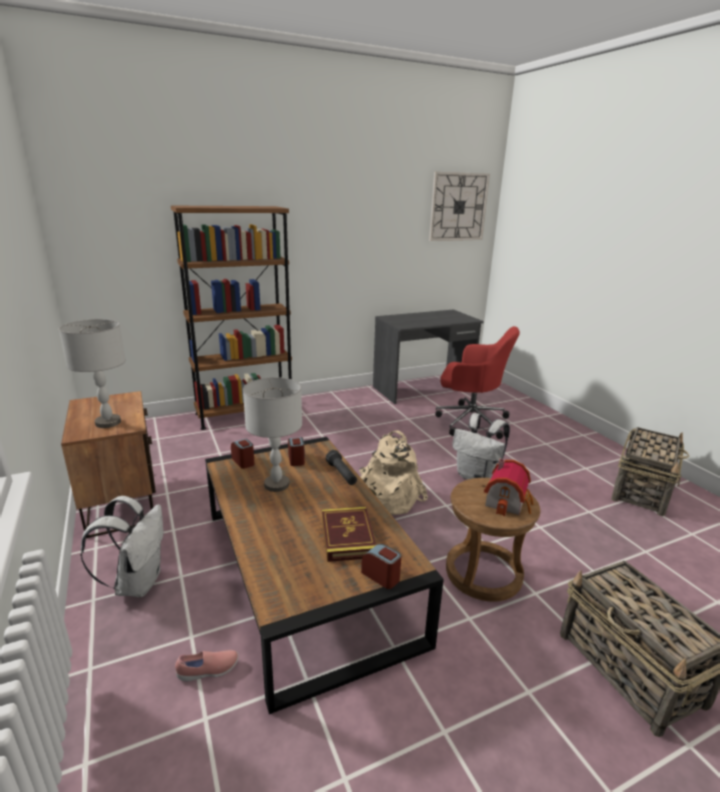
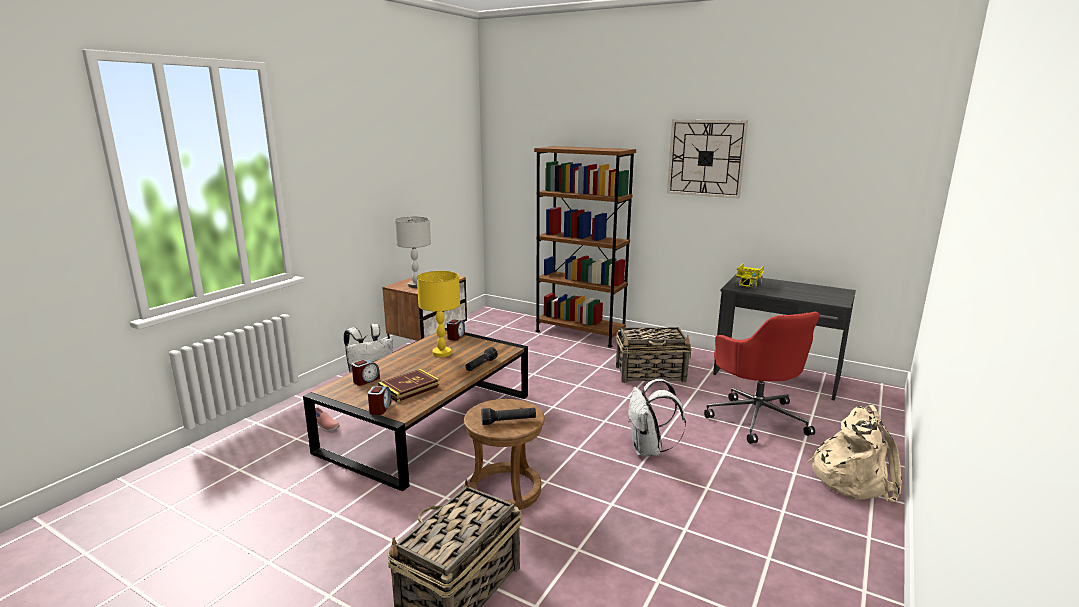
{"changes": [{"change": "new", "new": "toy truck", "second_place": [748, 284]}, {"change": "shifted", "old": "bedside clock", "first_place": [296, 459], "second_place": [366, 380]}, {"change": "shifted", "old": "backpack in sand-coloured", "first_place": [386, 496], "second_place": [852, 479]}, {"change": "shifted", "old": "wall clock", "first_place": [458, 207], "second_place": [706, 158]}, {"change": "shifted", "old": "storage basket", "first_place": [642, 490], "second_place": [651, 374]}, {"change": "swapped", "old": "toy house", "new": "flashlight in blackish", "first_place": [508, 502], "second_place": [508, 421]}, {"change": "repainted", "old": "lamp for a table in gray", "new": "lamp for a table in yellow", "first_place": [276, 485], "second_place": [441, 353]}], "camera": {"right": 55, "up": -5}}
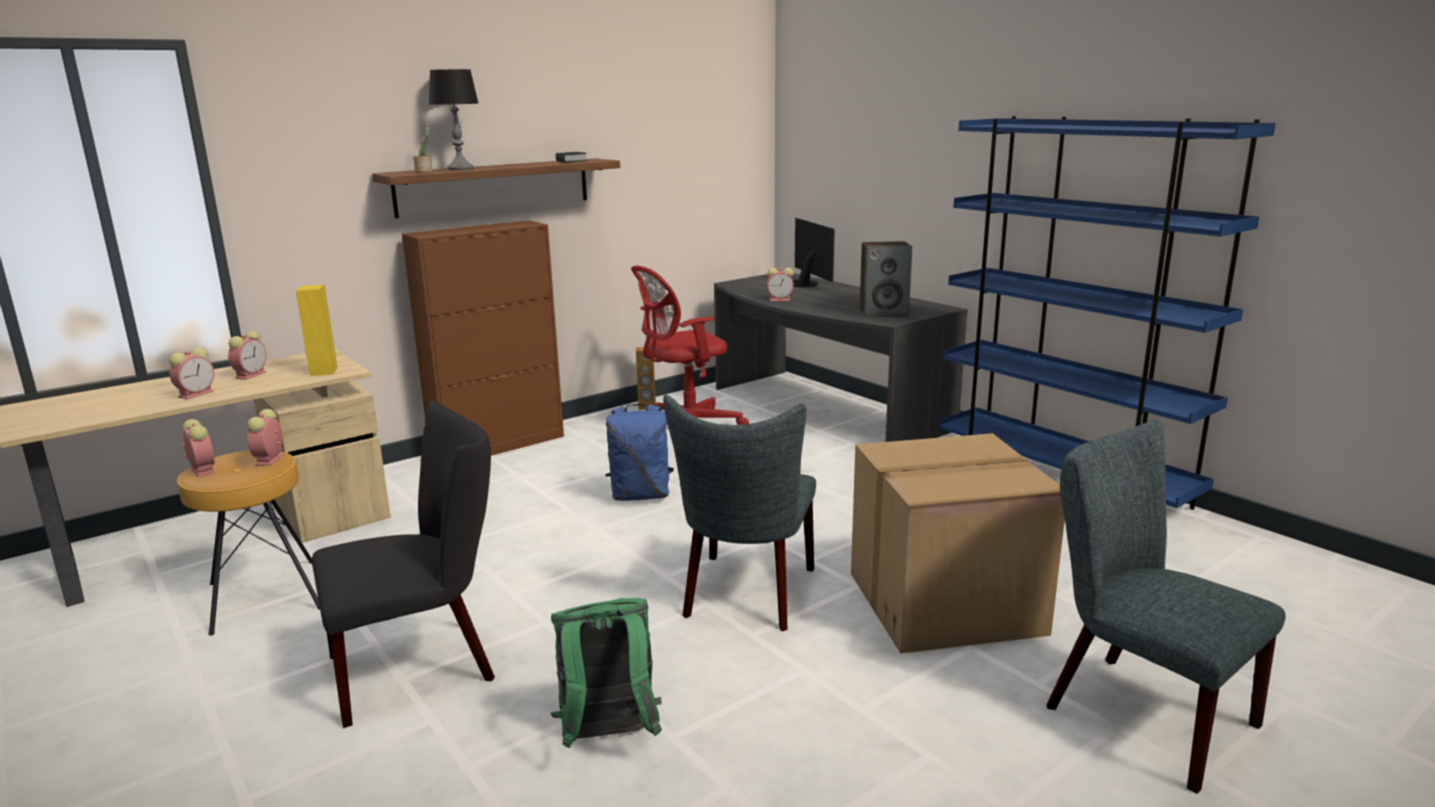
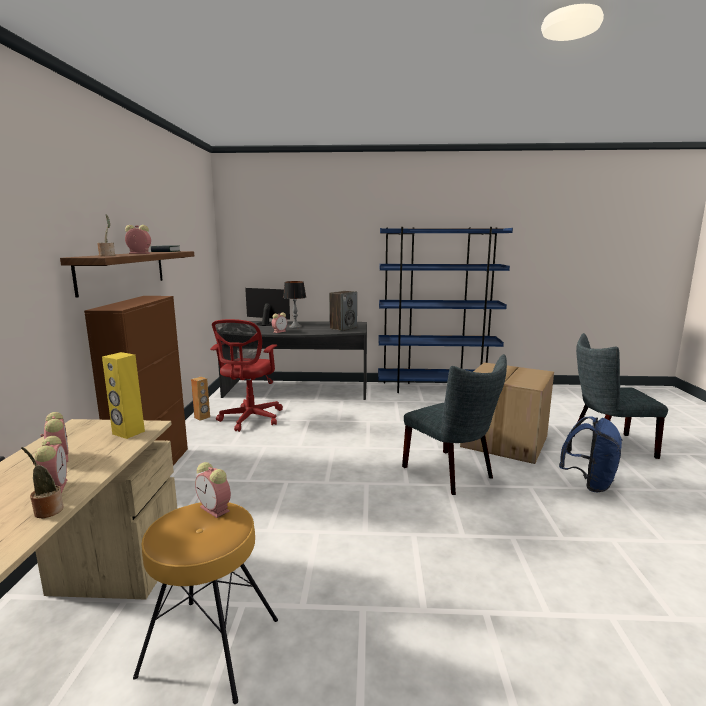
{"changes": [{"change": "gone", "old": "plain chair in blackish", "first_place": [423, 665]}, {"change": "gone", "old": "backpack in green", "first_place": [608, 737]}, {"change": "new", "new": "plant in a pot", "second_place": [47, 511]}, {"change": "shifted", "old": "bedside clock", "first_place": [202, 470], "second_place": [138, 253]}, {"change": "shifted", "old": "lamp for a table", "first_place": [460, 168], "second_place": [295, 327]}, {"change": "shifted", "old": "backpack in blue-coloured", "first_place": [641, 495], "second_place": [589, 483]}], "camera": {"right": -50, "up": -5}}
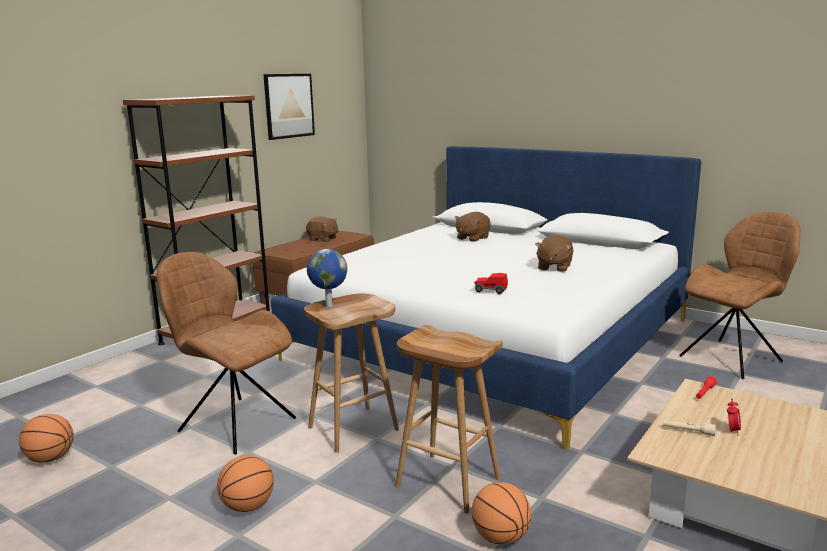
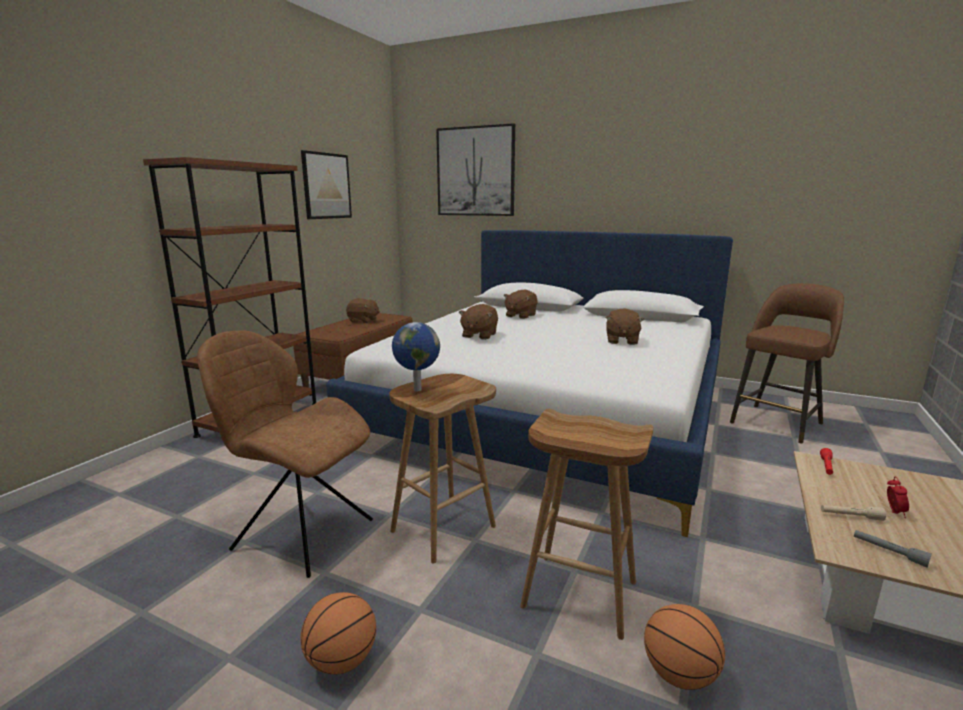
{"changes": [{"change": "gone", "old": "ball for basketball", "first_place": [50, 459]}, {"change": "gone", "old": "toy car", "first_place": [490, 290]}, {"change": "new", "new": "wall art", "second_place": [475, 171]}, {"change": "new", "new": "cuddly toy in brown", "second_place": [479, 335]}, {"change": "new", "new": "flashlight in gray", "second_place": [889, 552]}, {"change": "swapped", "old": "plain chair in brown", "new": "sitting stool in brown", "first_place": [732, 358], "second_place": [777, 422]}], "camera": {"right": -10, "up": 0}}
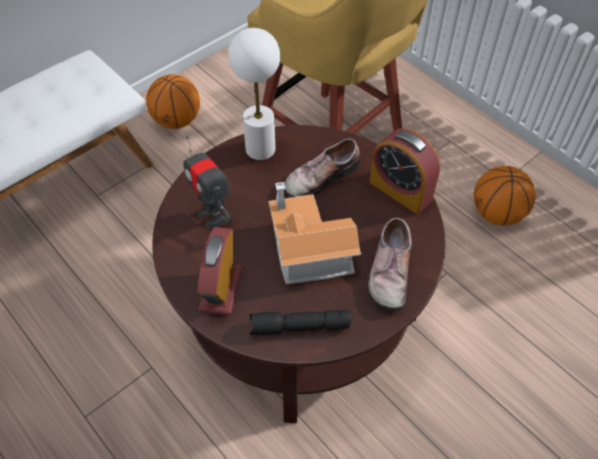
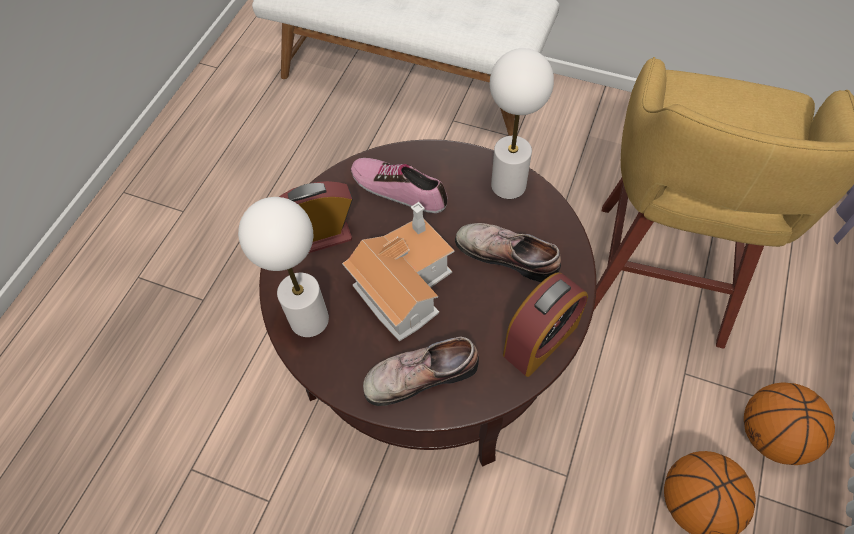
{"changes": [{"change": "shifted", "old": "ball for basketball", "first_place": [177, 121], "second_place": [771, 435]}, {"change": "swapped", "old": "robot figure", "new": "item of footwear", "first_place": [213, 216], "second_place": [399, 189]}, {"change": "swapped", "old": "flashlight in blackish", "new": "lamp for a table in white-coloured", "first_place": [299, 327], "second_place": [309, 320]}, {"change": "rotated", "old": "bedside clock", "first_place": [400, 190], "second_place": [540, 340], "degrees": -150}], "camera": {"right": 65, "up": 5}}
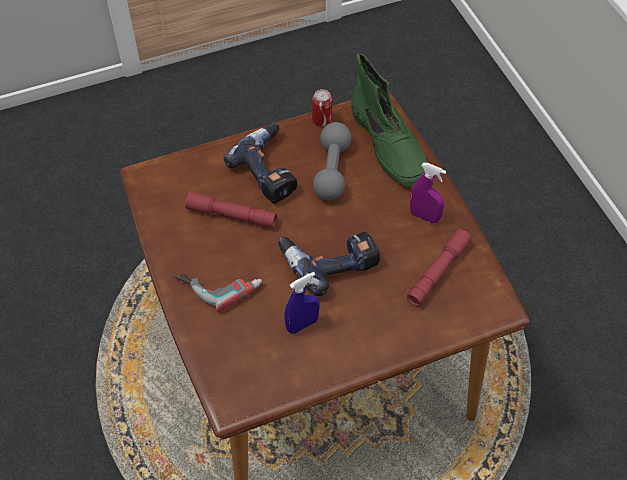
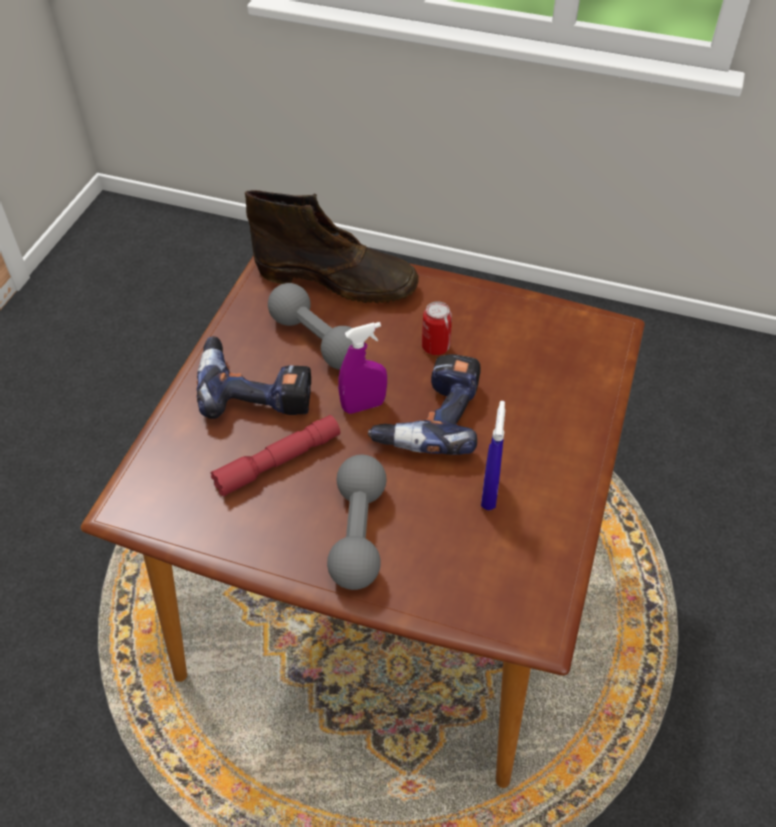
{"changes": [{"change": "gone", "old": "flashlight in red", "first_place": [437, 272]}, {"change": "shifted", "old": "can", "first_place": [321, 120], "second_place": [435, 347]}, {"change": "shifted", "old": "spray bottle in purplish", "first_place": [424, 216], "second_place": [363, 406]}, {"change": "swapped", "old": "electric drill", "new": "dumbbell in gray", "first_place": [219, 282], "second_place": [358, 533]}, {"change": "repainted", "old": "tall boot in green", "new": "tall boot in brown", "first_place": [389, 146], "second_place": [338, 280]}], "camera": {"right": -50, "up": -5}}
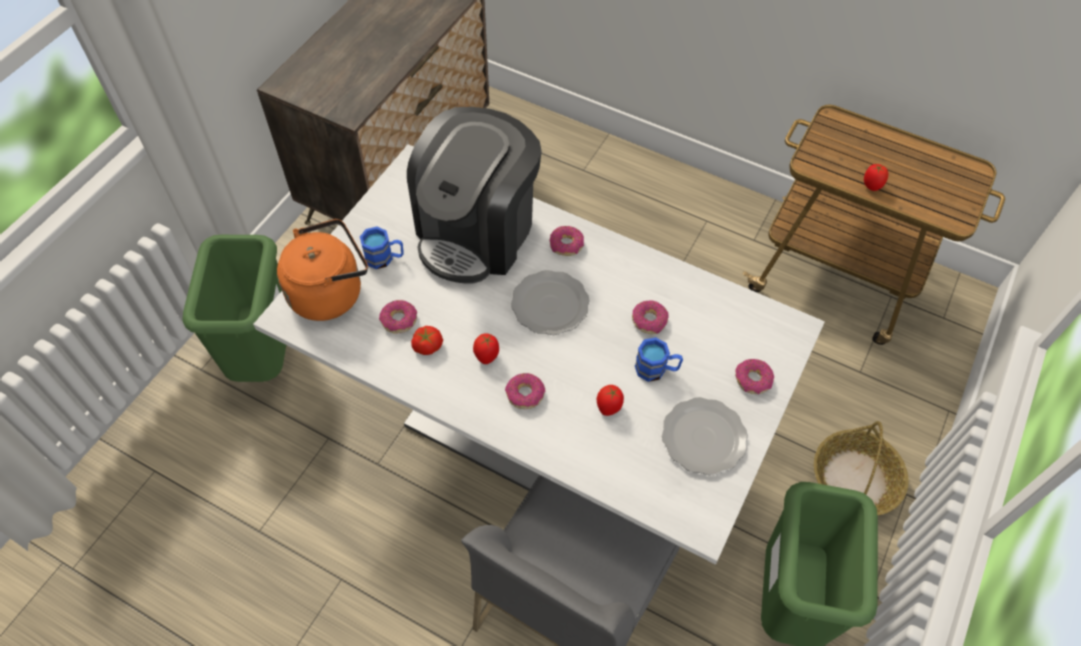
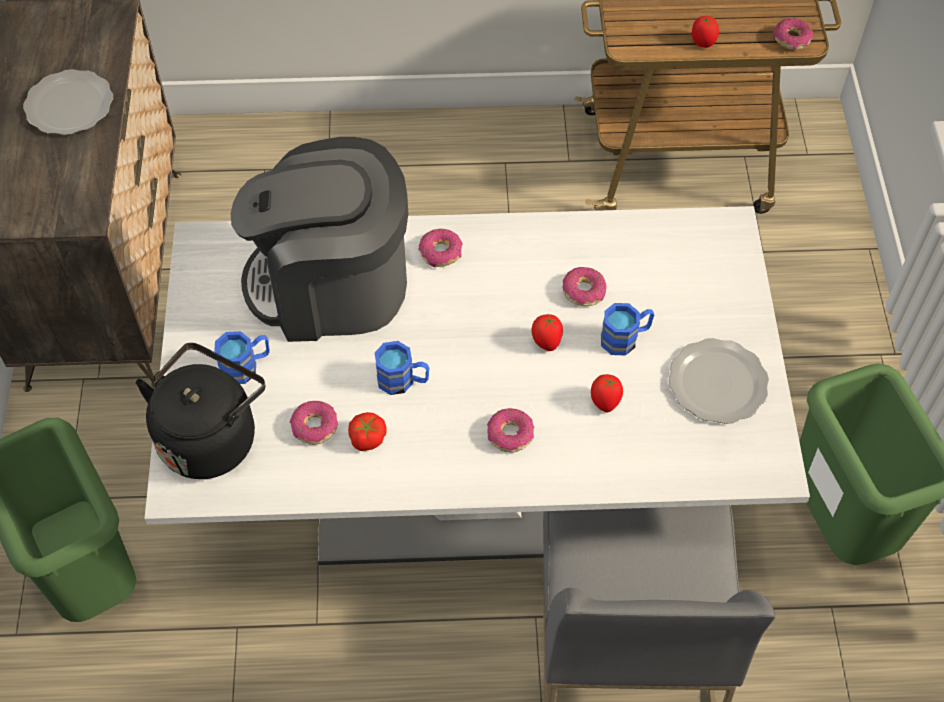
{"changes": [{"change": "gone", "old": "storage basket", "first_place": [855, 480]}, {"change": "new", "new": "mug in blue-coloured", "second_place": [403, 380]}, {"change": "shifted", "old": "whole tomato", "first_place": [487, 356], "second_place": [546, 342]}, {"change": "shifted", "old": "flat dish", "first_place": [550, 305], "second_place": [70, 106]}, {"change": "shifted", "old": "donut", "first_place": [752, 380], "second_place": [792, 39]}, {"change": "repainted", "old": "water kettle in orangey", "new": "water kettle in blackish", "first_place": [330, 292], "second_place": [211, 436]}, {"change": "rotated", "old": "coffee machine", "first_place": [477, 232], "second_place": [331, 285], "degrees": 90}], "camera": {"right": -30, "up": 0}}
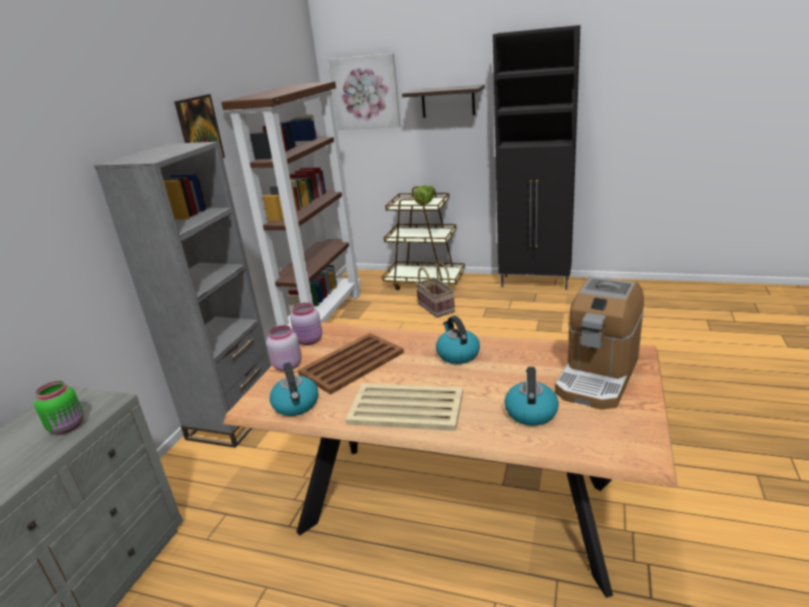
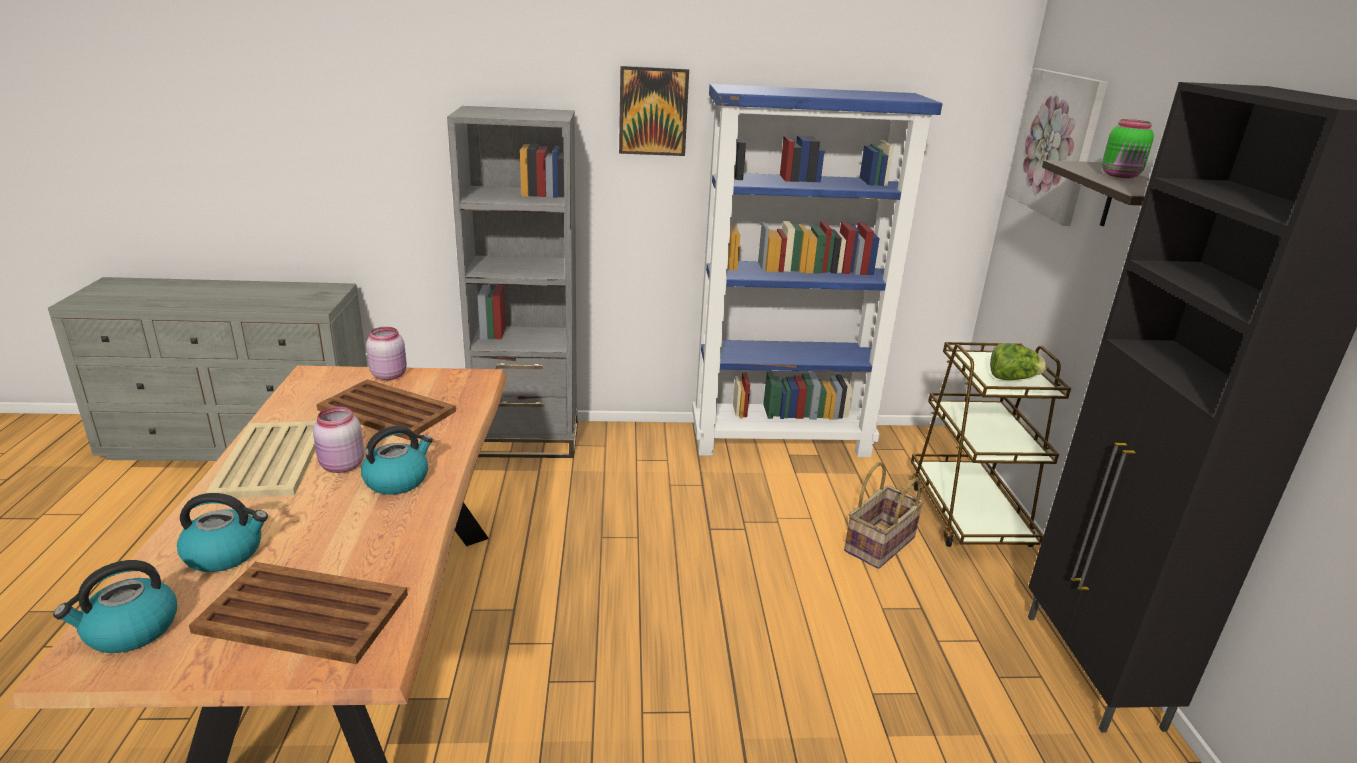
{"changes": [{"change": "shifted", "old": "storage jar in green", "first_place": [68, 427], "second_place": [1121, 176]}, {"change": "shifted", "old": "water kettle", "first_place": [296, 405], "second_place": [130, 630]}, {"change": "shifted", "old": "storage jar in pinkish", "first_place": [310, 341], "second_place": [341, 466]}, {"change": "swapped", "old": "coffee machine", "new": "carrying tray in brown", "first_place": [597, 375], "second_place": [304, 614]}, {"change": "repainted", "old": "bookshelf in brown", "new": "bookshelf in blue-coloured", "first_place": [323, 317], "second_place": [781, 441]}], "camera": {"right": 65, "up": 0}}
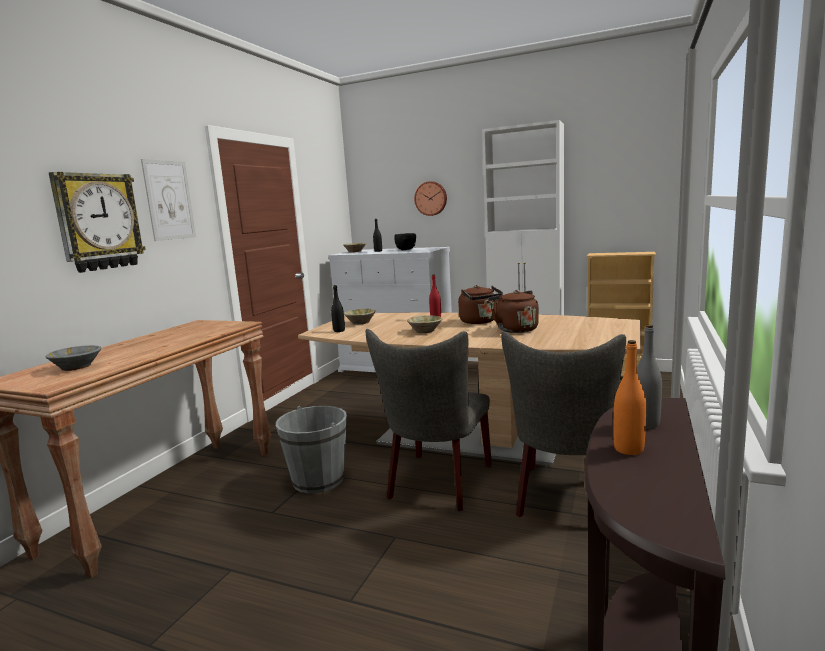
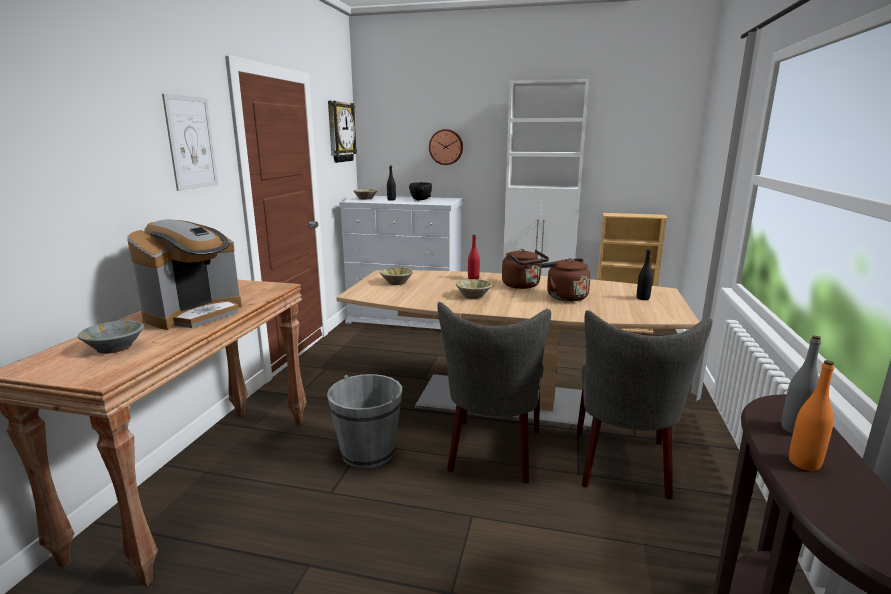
{"changes": [{"change": "new", "new": "coffee machine", "second_place": [195, 314]}, {"change": "shifted", "old": "wall clock", "first_place": [98, 222], "second_place": [340, 132]}, {"change": "shifted", "old": "drink bottle in blackish", "first_place": [339, 331], "second_place": [643, 298]}], "camera": {"right": -10, "up": 5}}
